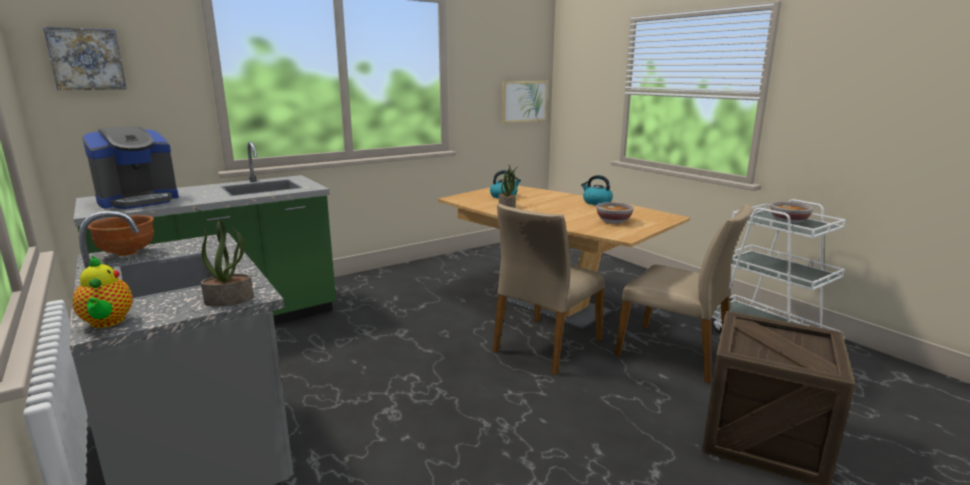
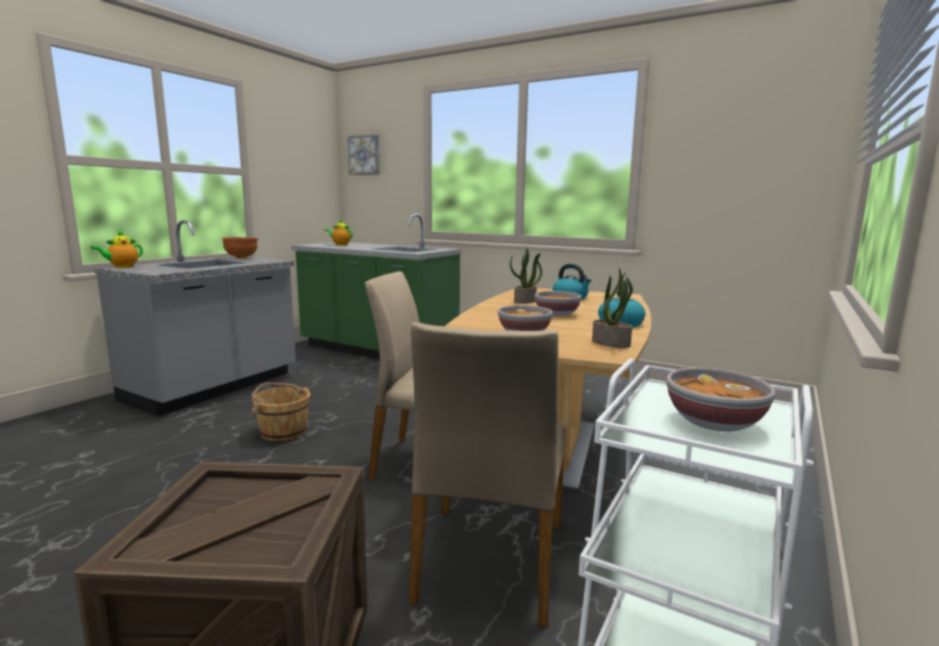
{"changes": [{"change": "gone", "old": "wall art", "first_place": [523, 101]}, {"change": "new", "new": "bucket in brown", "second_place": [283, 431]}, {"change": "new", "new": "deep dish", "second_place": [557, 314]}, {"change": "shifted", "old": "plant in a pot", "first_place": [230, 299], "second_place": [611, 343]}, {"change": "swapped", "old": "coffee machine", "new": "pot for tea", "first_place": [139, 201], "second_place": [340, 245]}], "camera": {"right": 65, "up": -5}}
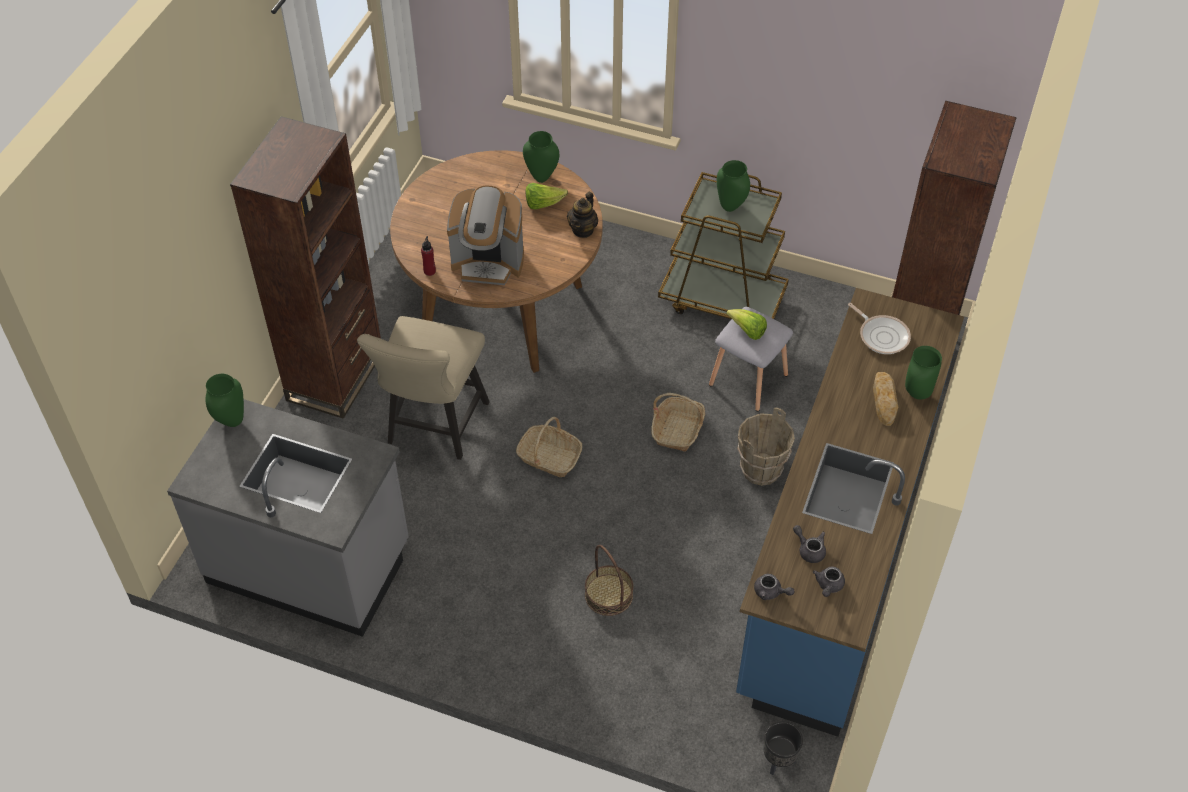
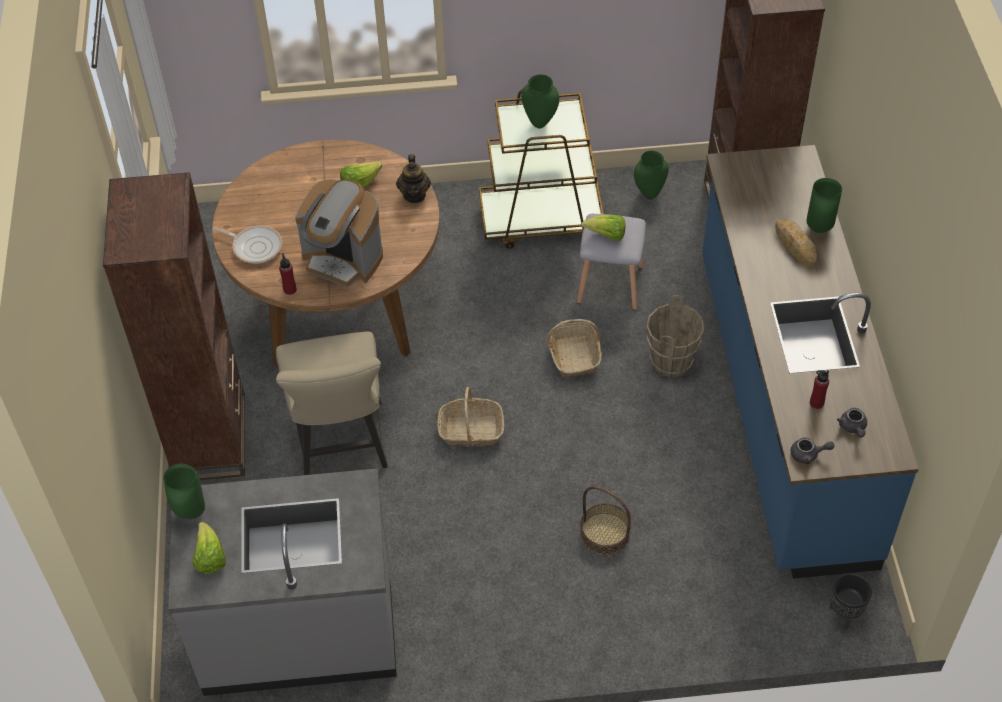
{"changes": [{"change": "new", "new": "head of lettuce", "second_place": [210, 558]}, {"change": "shifted", "old": "flower vase in green", "first_place": [542, 177], "second_place": [649, 193]}, {"change": "shifted", "old": "skillet", "first_place": [882, 335], "second_place": [255, 246]}, {"change": "swapped", "old": "pot for tea in gray", "new": "drink bottle in red", "first_place": [809, 549], "second_place": [816, 403]}, {"change": "rotated", "old": "coffee machine", "first_place": [488, 262], "second_place": [343, 259], "degrees": 45}], "camera": {"right": -25, "up": 0}}
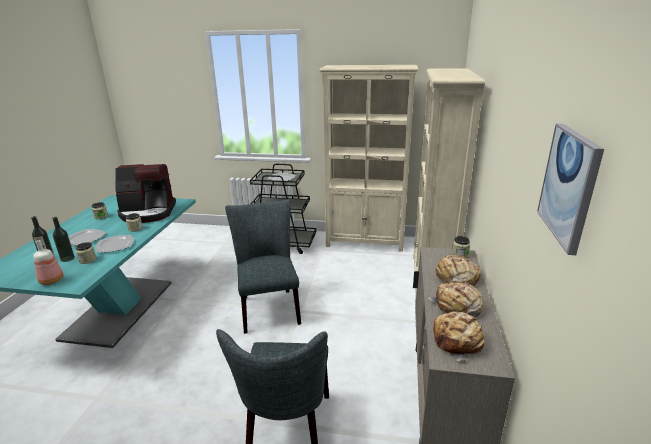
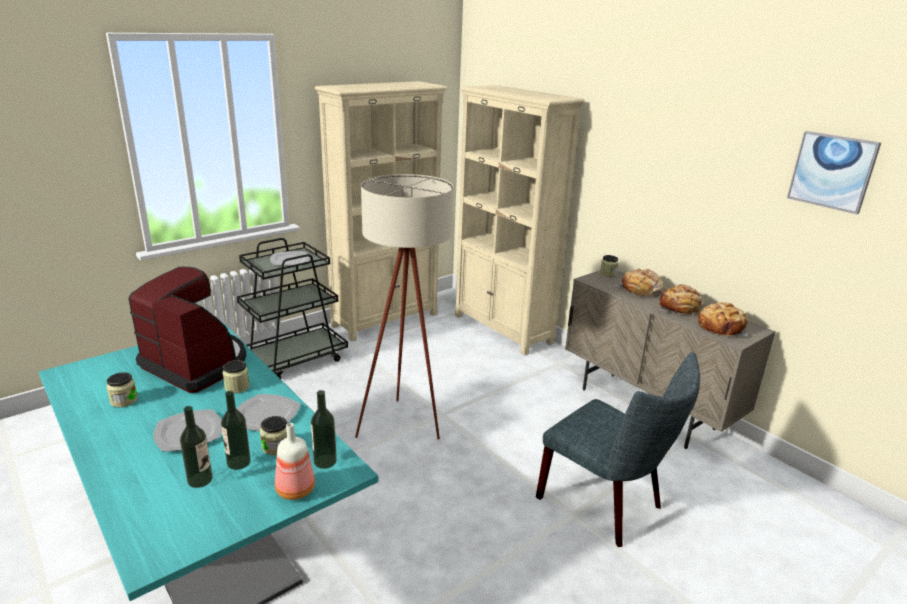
{"changes": [{"change": "new", "new": "drink bottle", "second_place": [325, 461]}, {"change": "swapped", "old": "plain chair in gray", "new": "floor lamp in sand-coloured", "first_place": [268, 307], "second_place": [405, 428]}, {"change": "rotated", "old": "coffee machine", "first_place": [148, 213], "second_place": [197, 364], "degrees": -90}], "camera": {"right": -50, "up": 0}}
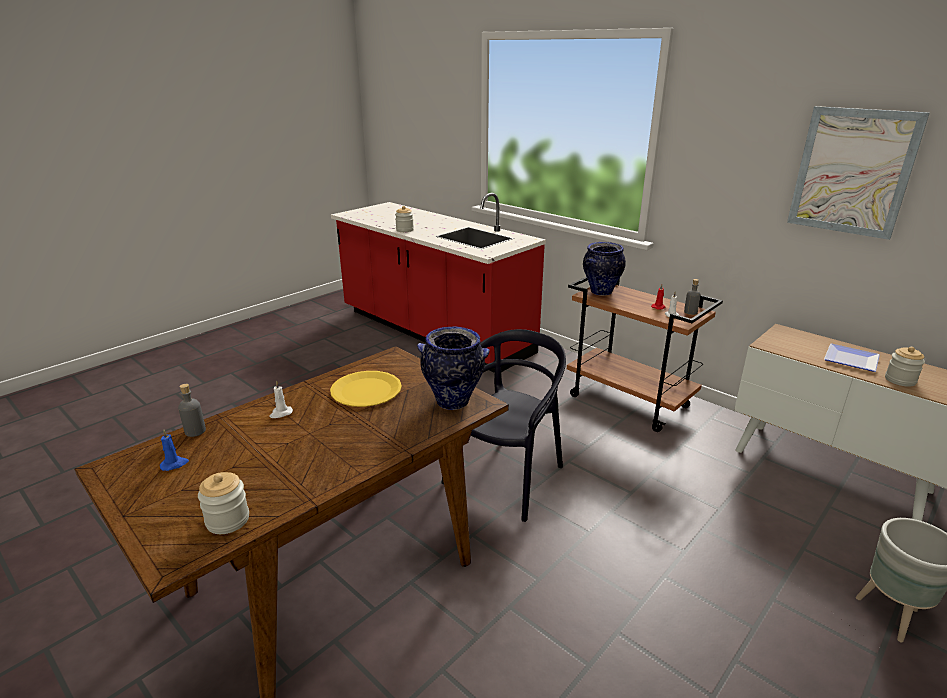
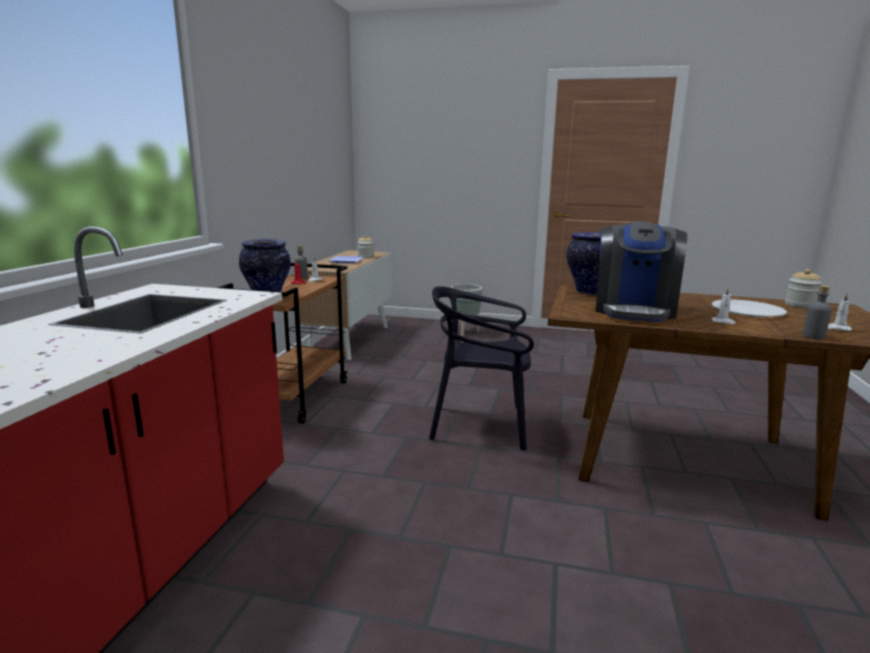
{"changes": [{"change": "gone", "old": "storage jar", "first_place": [404, 230]}, {"change": "gone", "old": "wall art", "first_place": [852, 172]}, {"change": "new", "new": "flat dish in white-coloured", "second_place": [747, 310]}, {"change": "swapped", "old": "flat dish in yellow", "new": "coffee machine", "first_place": [366, 391], "second_place": [634, 310]}, {"change": "repainted", "old": "wax light in blue-coloured", "new": "wax light in white-coloured", "first_place": [174, 464], "second_place": [837, 328]}], "camera": {"right": -120, "up": -10}}
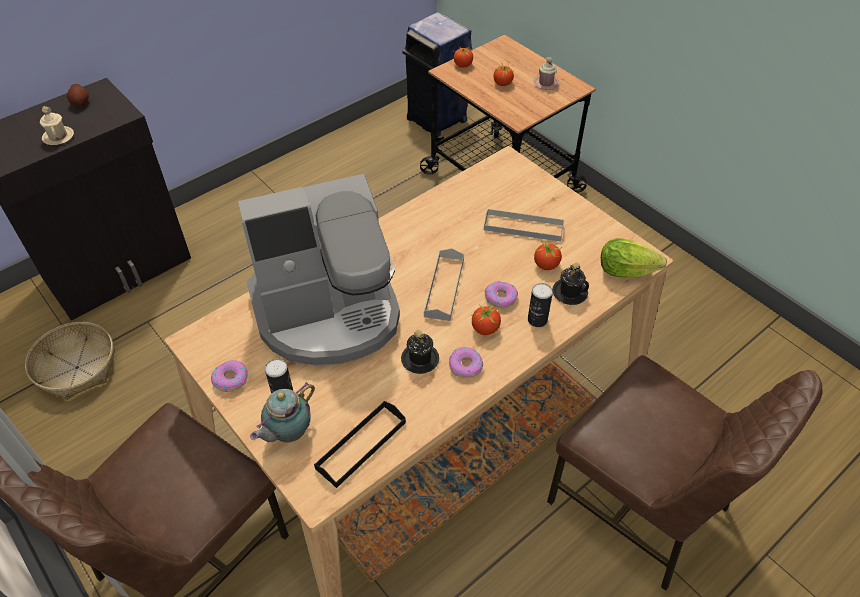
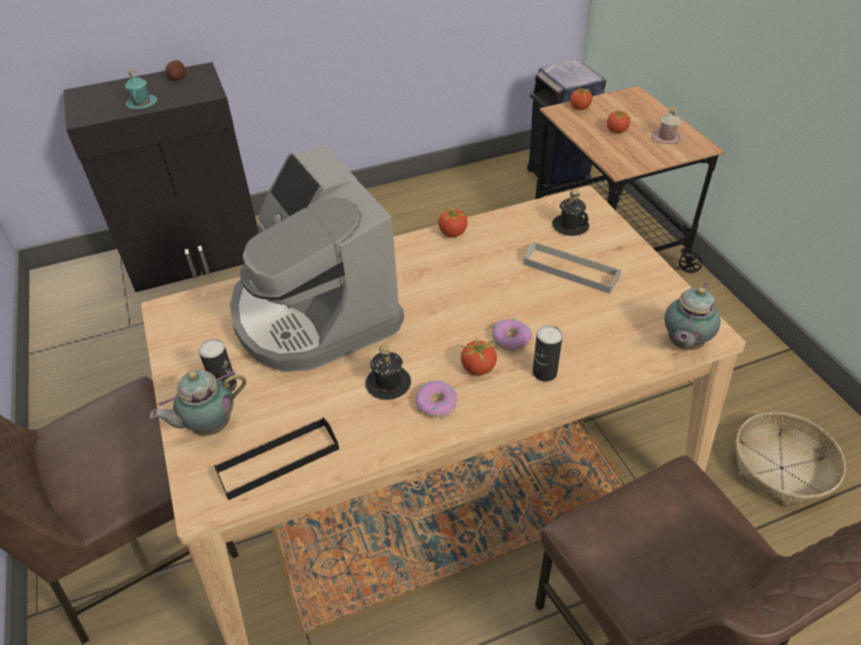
{"changes": [{"change": "gone", "old": "donut", "first_place": [230, 379]}, {"change": "gone", "old": "carrying tray in gray", "first_place": [444, 287]}, {"change": "shifted", "old": "storage basket", "first_place": [76, 367], "second_place": [780, 468]}, {"change": "shifted", "old": "whole tomato", "first_place": [546, 265], "second_place": [453, 233]}, {"change": "shifted", "old": "mug in blackish", "first_place": [569, 293], "second_place": [570, 226]}, {"change": "swapped", "old": "head of lettuce", "new": "pot for tea", "first_place": [629, 272], "second_place": [683, 344]}, {"change": "repainted", "old": "mug in sand-coloured", "new": "mug in blue-green", "first_place": [58, 137], "second_place": [142, 103]}, {"change": "rotated", "old": "coffee machine", "first_place": [328, 312], "second_place": [314, 312], "degrees": 60}], "camera": {"right": 20, "up": -5}}
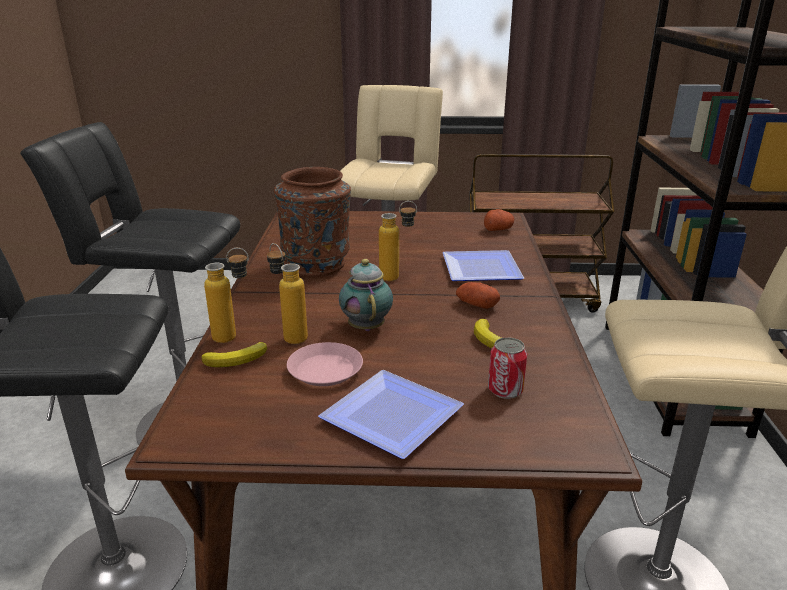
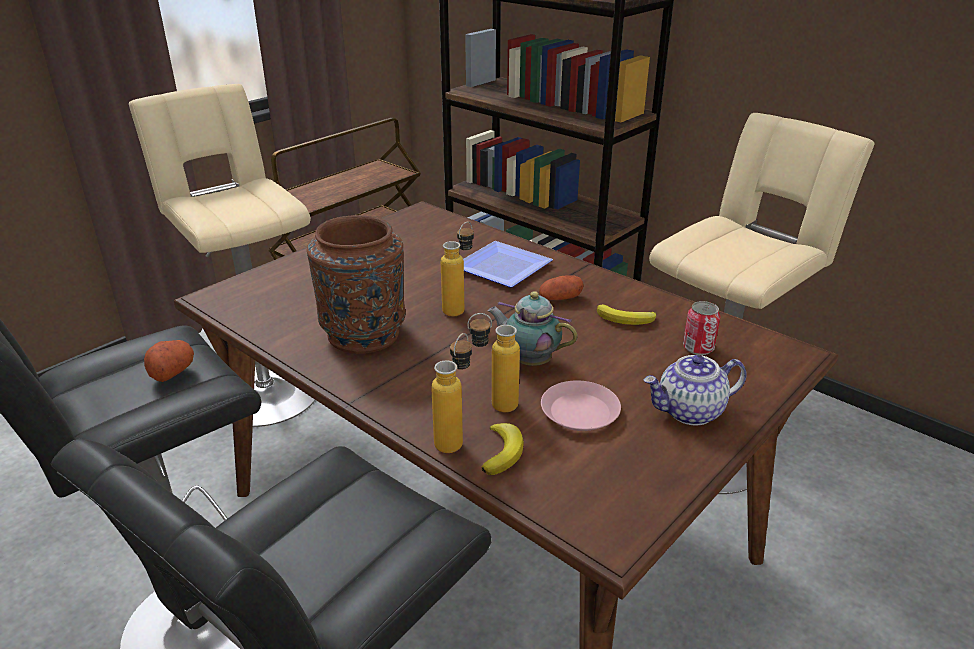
{"changes": [{"change": "shifted", "old": "spud", "first_place": [498, 229], "second_place": [172, 371]}, {"change": "swapped", "old": "flat dish", "new": "pot for tea", "first_place": [392, 420], "second_place": [690, 412]}], "camera": {"right": -50, "up": 5}}
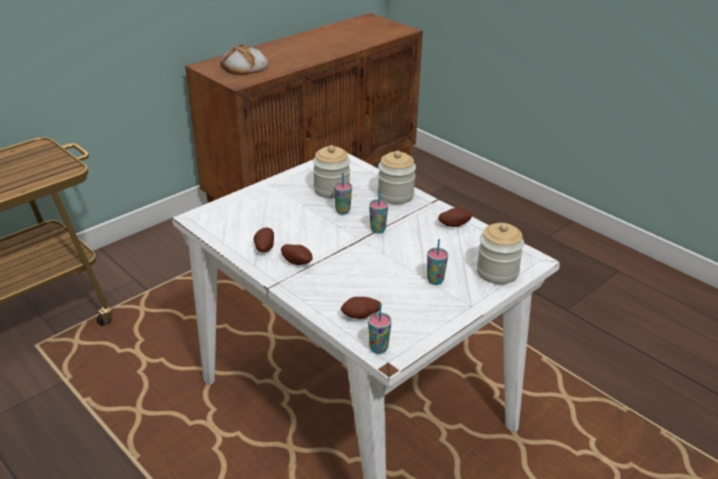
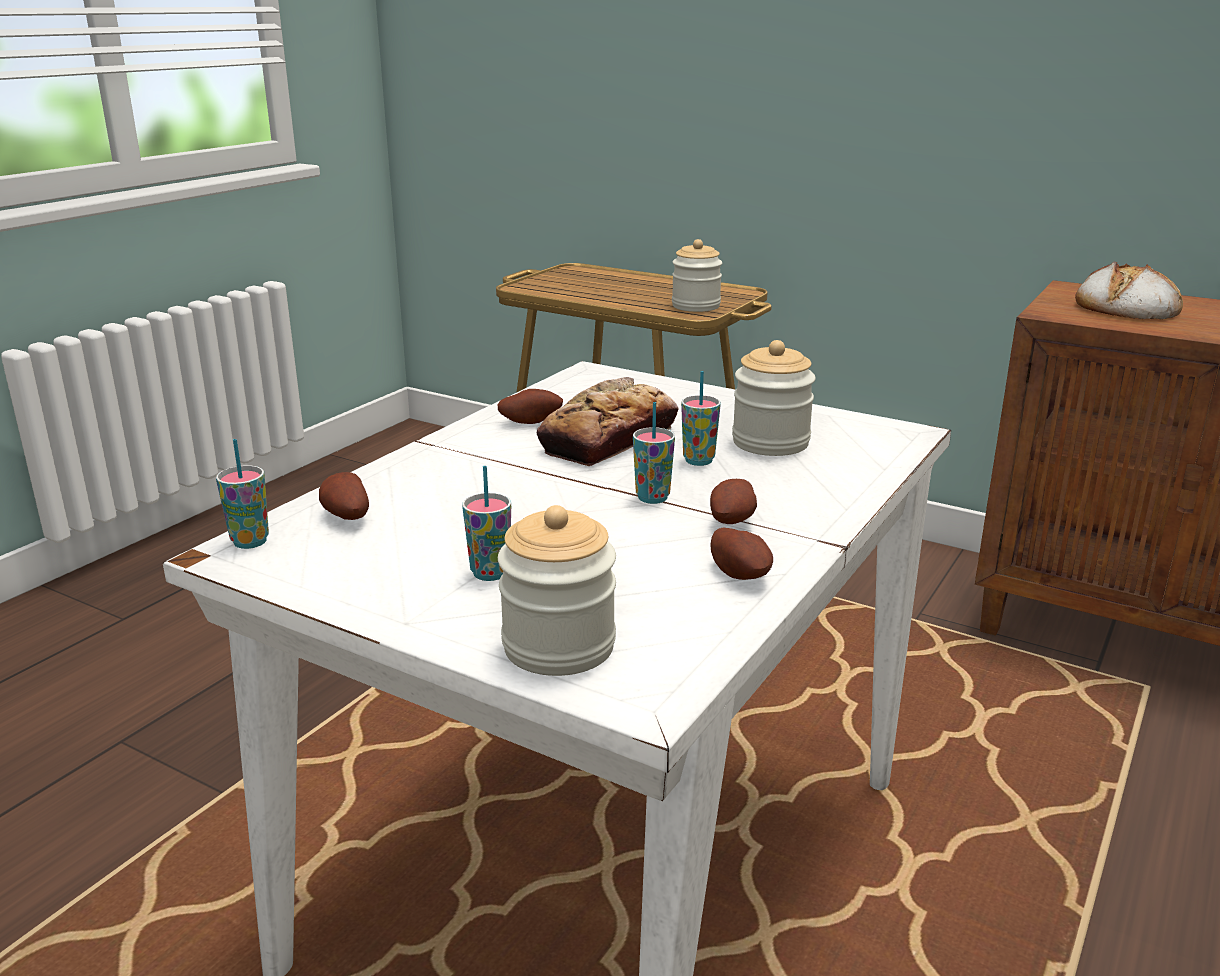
{"changes": [{"change": "new", "new": "baked bread", "second_place": [609, 439]}, {"change": "shifted", "old": "spud", "first_place": [297, 262], "second_place": [733, 521]}, {"change": "shifted", "old": "storage jar", "first_place": [395, 195], "second_place": [696, 306]}], "camera": {"right": 75, "up": -10}}
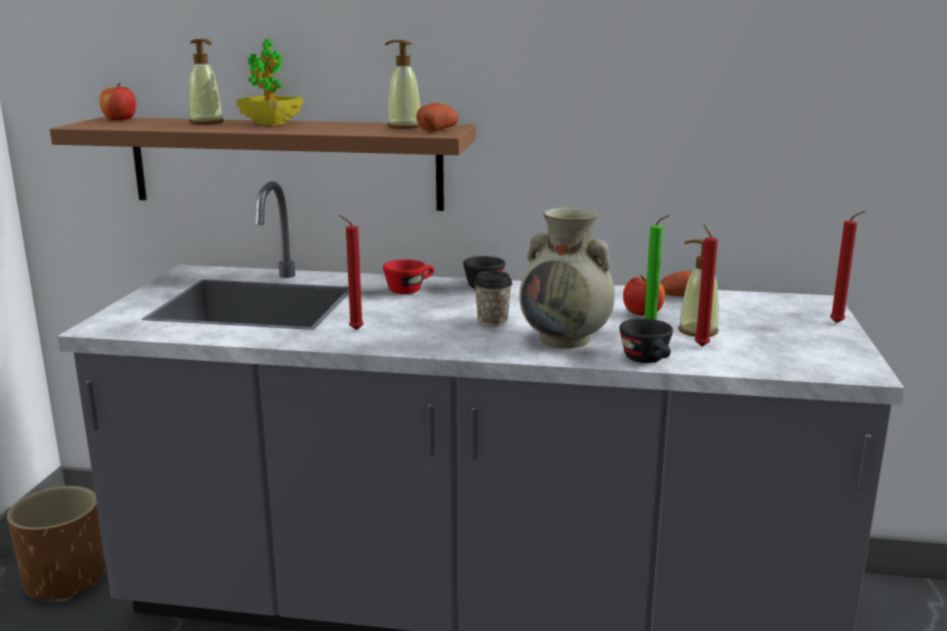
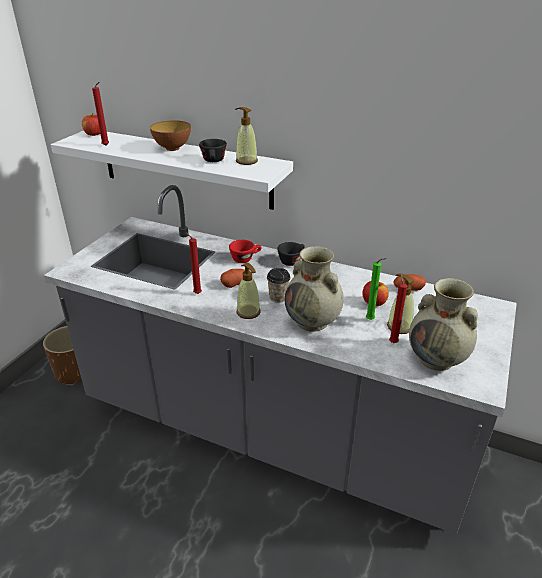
{"changes": [{"change": "new", "new": "flower vase in sand-coloured", "second_place": [437, 359]}, {"change": "shifted", "old": "soap dispenser", "first_place": [206, 122], "second_place": [248, 312]}, {"change": "shifted", "old": "spud", "first_place": [437, 130], "second_place": [235, 284]}, {"change": "shifted", "old": "drinking cup in blackish", "first_place": [649, 361], "second_place": [214, 161]}, {"change": "shifted", "old": "wax light in red", "first_place": [839, 323], "second_place": [106, 146]}, {"change": "swapped", "old": "plant in a pot", "new": "deep dish", "first_place": [271, 123], "second_place": [172, 148]}, {"change": "repainted", "old": "bracket shelf in brown", "new": "bracket shelf in white-coloured", "first_place": [285, 163], "second_place": [185, 168]}], "camera": {"right": 15, "up": 15}}
